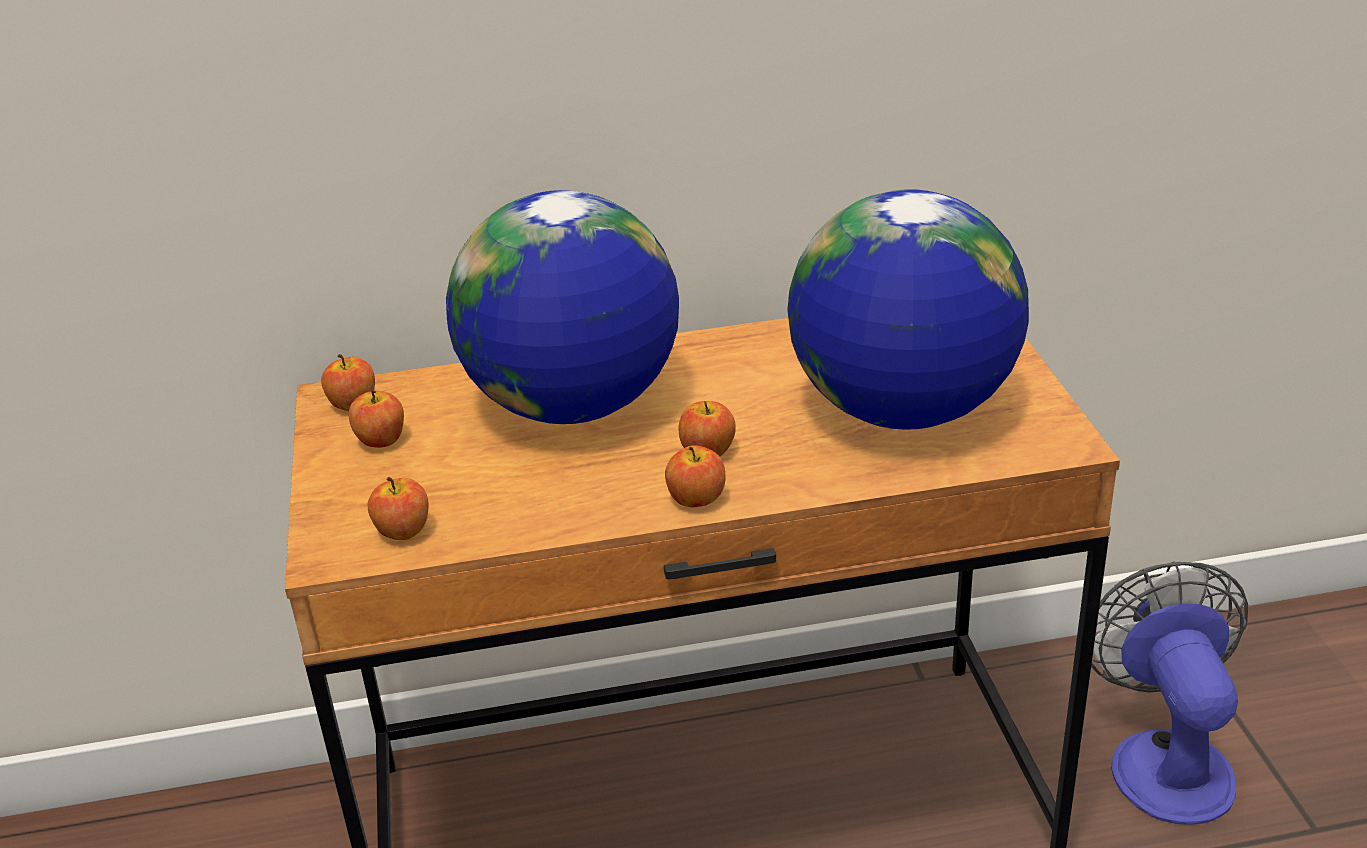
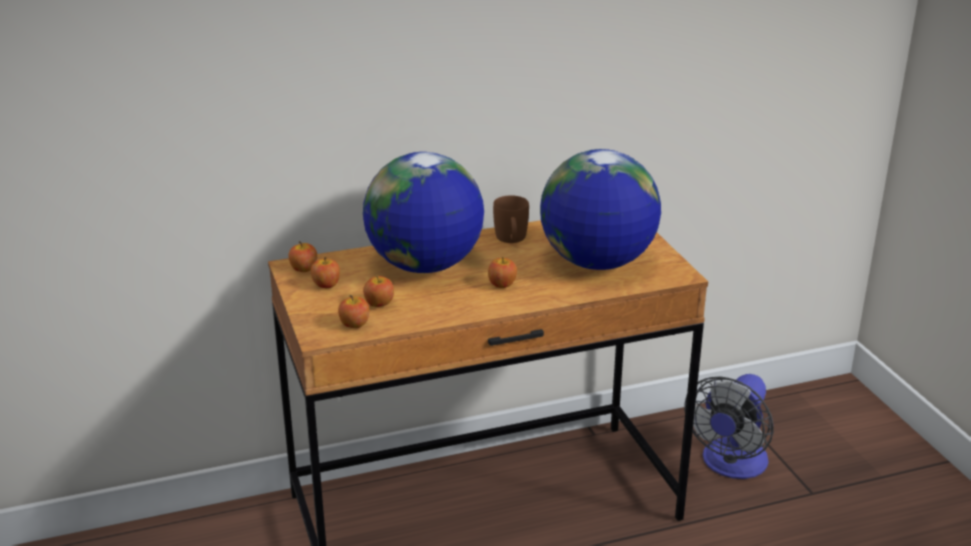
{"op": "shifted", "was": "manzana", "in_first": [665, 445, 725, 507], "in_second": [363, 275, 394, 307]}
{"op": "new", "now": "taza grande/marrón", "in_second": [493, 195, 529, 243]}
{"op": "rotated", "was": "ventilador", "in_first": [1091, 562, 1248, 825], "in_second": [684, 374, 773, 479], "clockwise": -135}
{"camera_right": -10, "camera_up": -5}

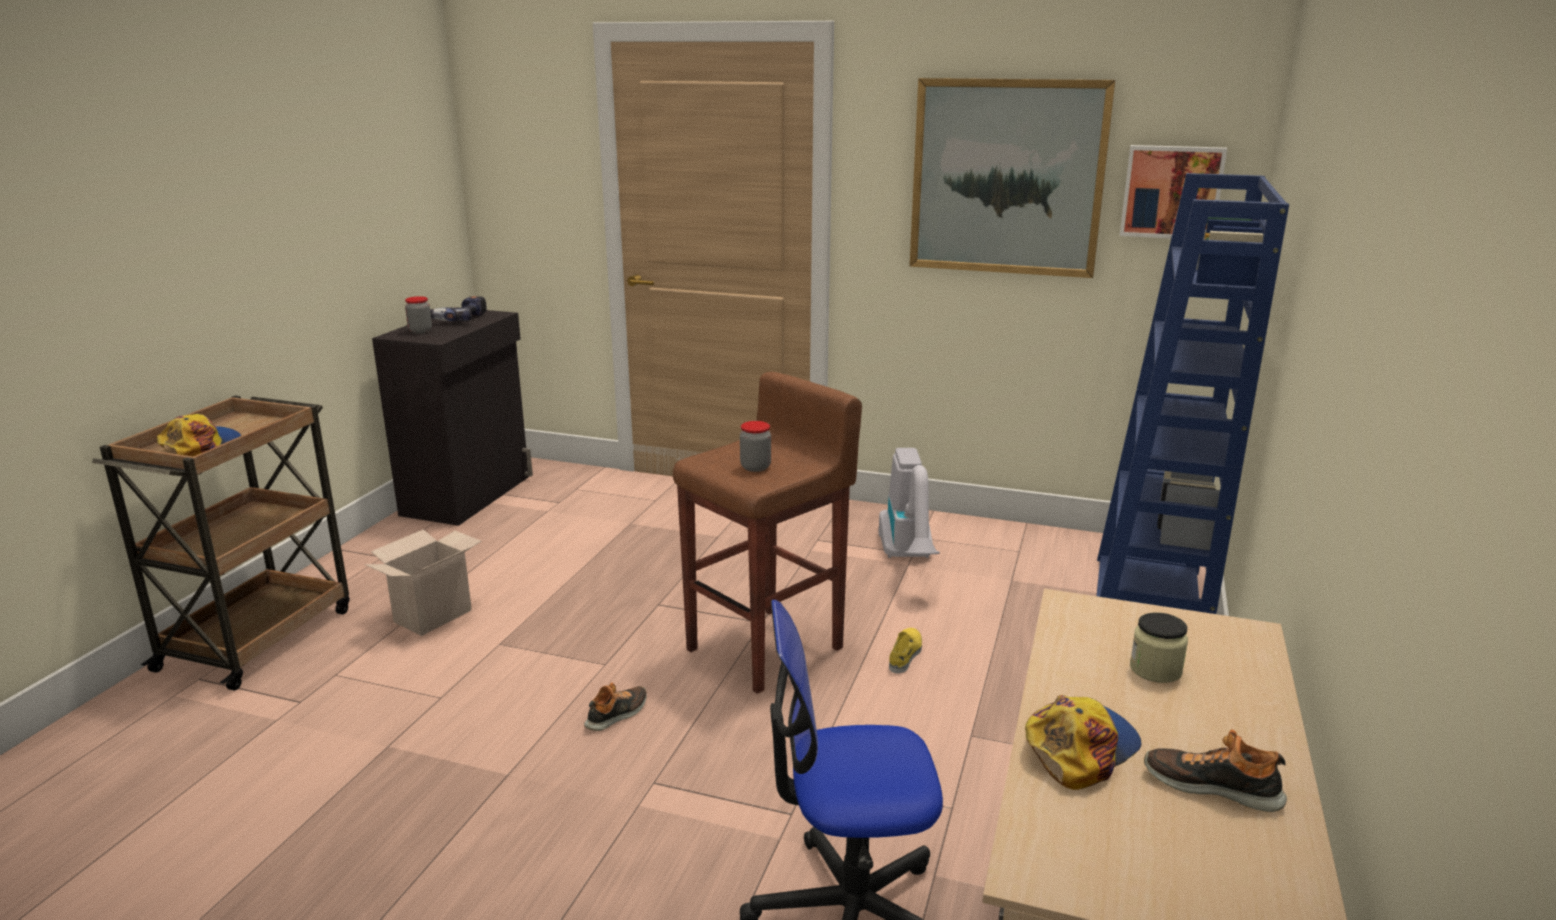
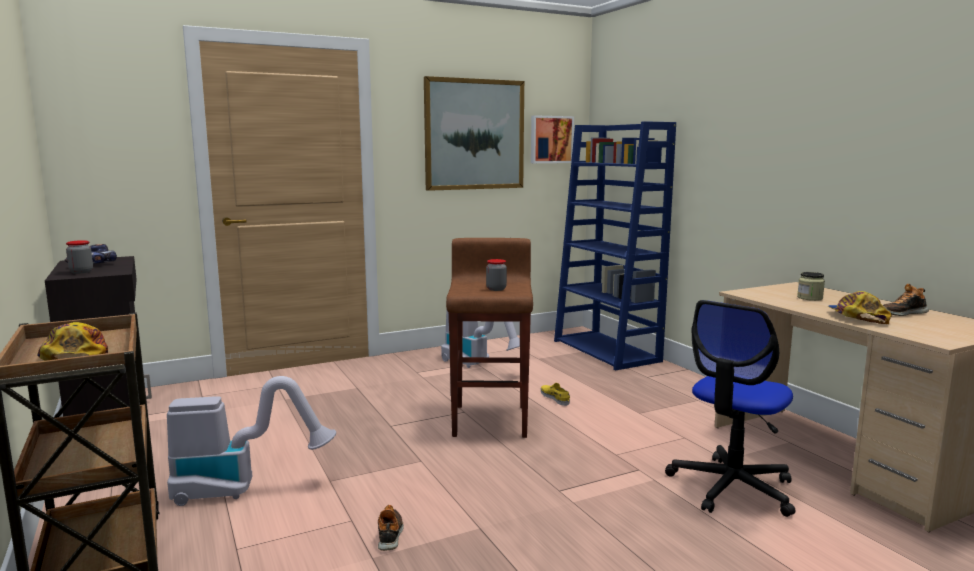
{"op": "swapped", "was": "caja de cartón", "now": "aspiradora", "in_first": [365, 530, 481, 636], "in_second": [167, 376, 336, 506]}
{"op": "shifted", "was": "zapato", "in_first": [584, 682, 647, 731], "in_second": [378, 505, 404, 551]}
{"camera_right": -45, "camera_up": -10}

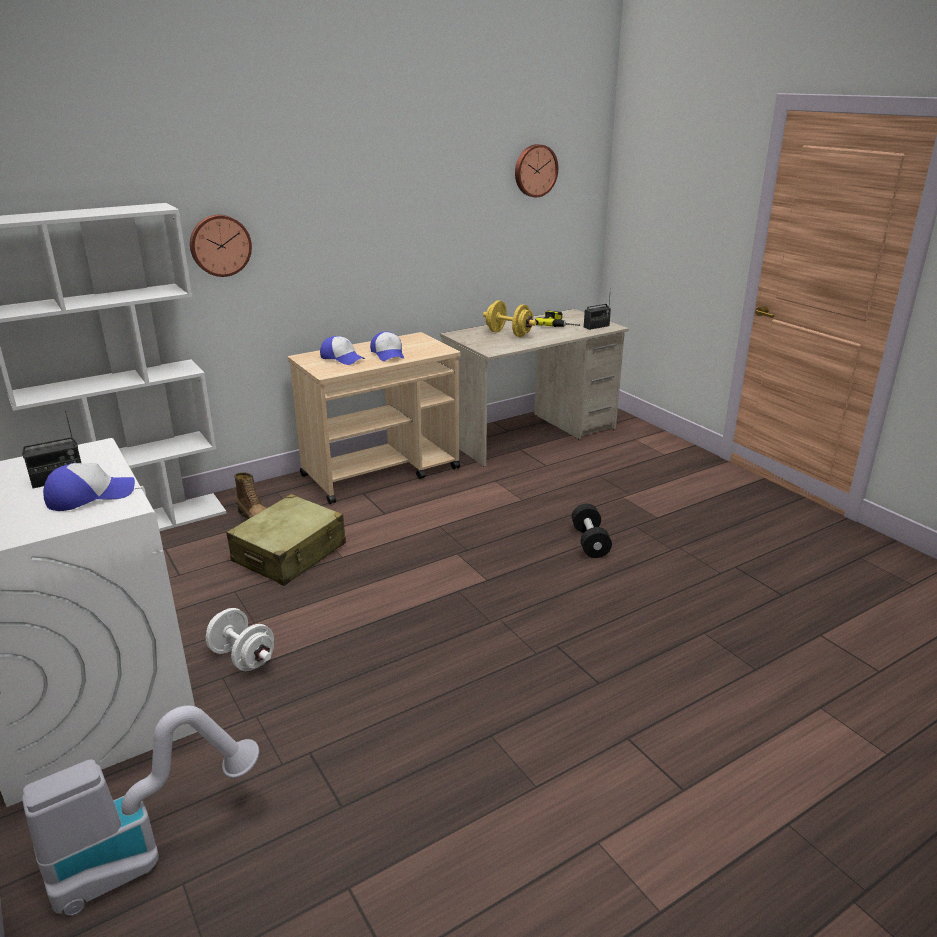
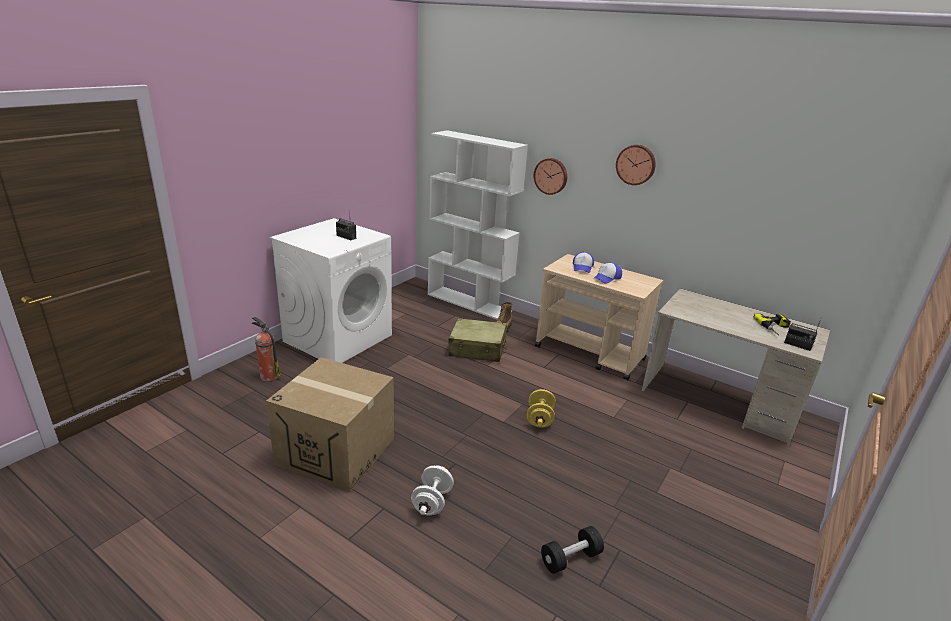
{"op": "swapped", "was": "aspiradora", "now": "extintor", "in_first": [22, 706, 259, 916], "in_second": [252, 317, 281, 382]}
{"op": "new", "now": "caja de cartón", "in_second": [266, 357, 394, 492]}
{"op": "shifted", "was": "mancuerna/blanco", "in_first": [206, 608, 274, 671], "in_second": [411, 466, 454, 515]}
{"op": "shifted", "was": "mancuerna/amarillo", "in_first": [483, 300, 537, 337], "in_second": [527, 389, 556, 428]}
{"op": "shifted", "was": "mancuerna/negro", "in_first": [572, 504, 612, 558], "in_second": [541, 526, 604, 574]}
{"op": "shifted", "was": "reloj de pared", "in_first": [515, 144, 558, 197], "in_second": [616, 145, 656, 185]}
{"op": "gone", "was": "gorra", "in_first": [43, 463, 135, 511]}
{"camera_right": 65, "camera_up": 0}

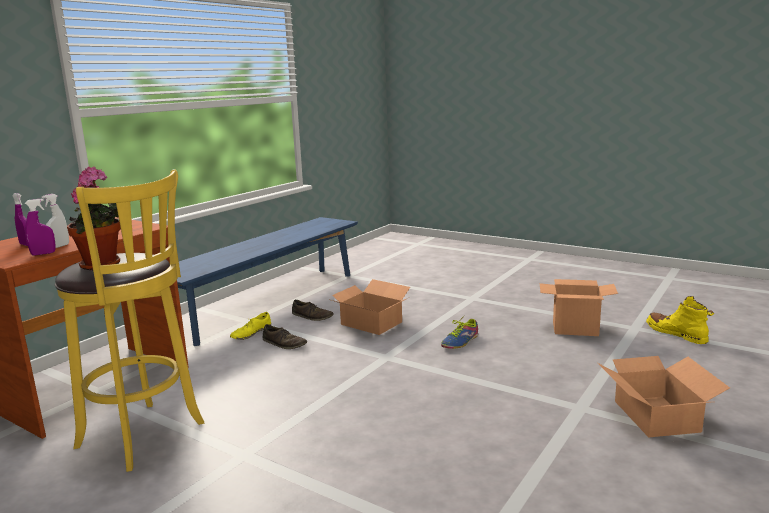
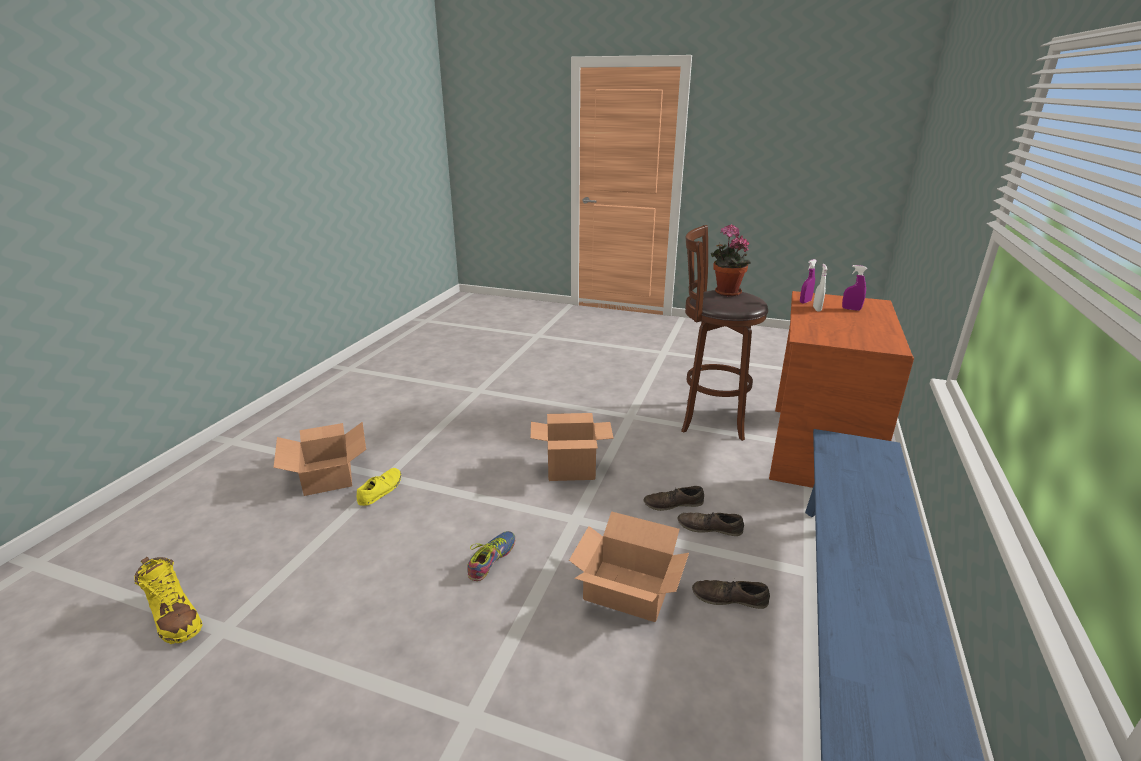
{"op": "shifted", "was": "zapato/amarillo", "in_first": [230, 312, 271, 340], "in_second": [357, 468, 401, 506]}
{"op": "shifted", "was": "caja de cartón", "in_first": [540, 279, 618, 336], "in_second": [531, 413, 614, 481]}
{"op": "new", "now": "zapato/marrón", "in_second": [643, 486, 704, 511]}
{"op": "repainted", "was": "taburete/amarillo", "now": "taburete/marrón", "in_first": [55, 169, 204, 472], "in_second": [681, 225, 768, 441]}
{"camera_right": 165, "camera_up": 10}

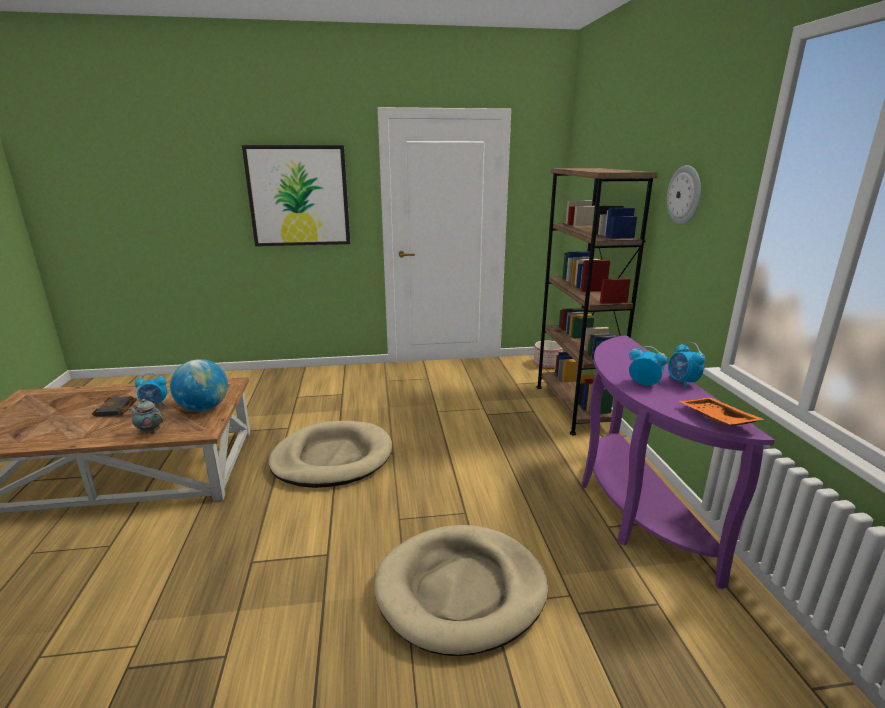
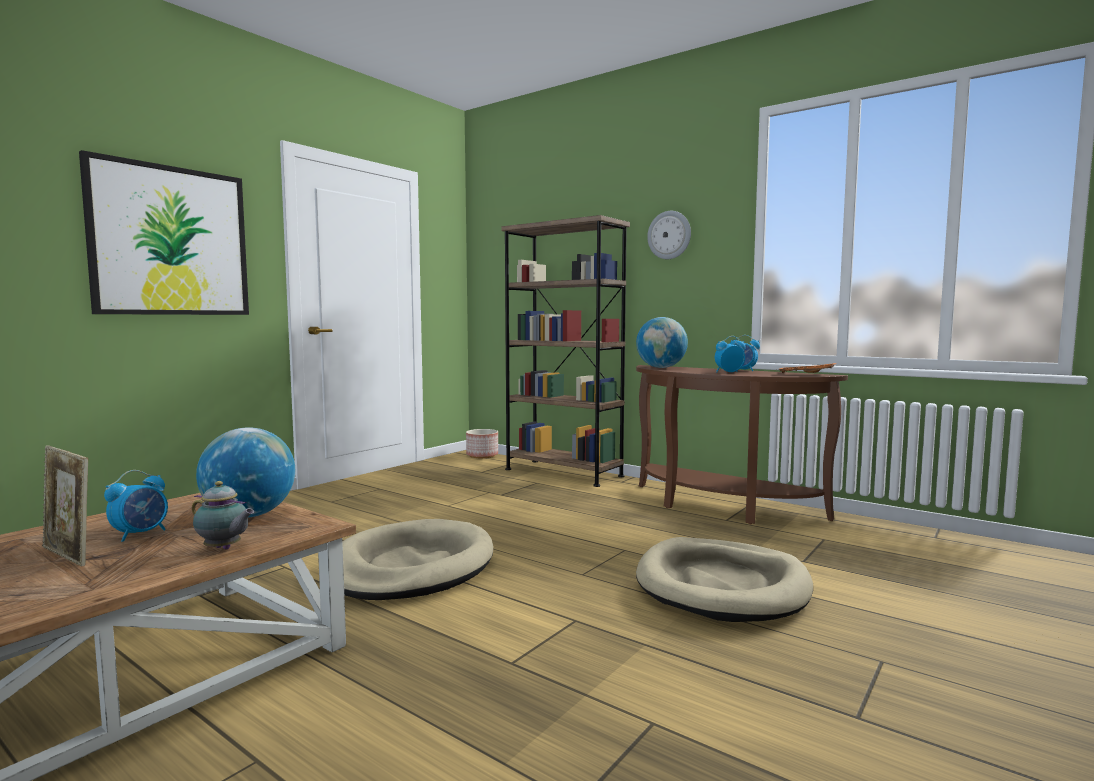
{"op": "swapped", "was": "libro/negro", "now": "portarretratos", "in_first": [92, 396, 137, 417], "in_second": [42, 445, 88, 567]}
{"op": "rotated", "was": "tetera", "in_first": [129, 399, 163, 434], "in_second": [192, 481, 254, 549], "clockwise": -135}
{"op": "new", "now": "globo terráqueo", "in_second": [636, 317, 688, 368]}
{"op": "repainted", "was": "mesa consola/morado", "now": "mesa consola/marrón", "in_first": [582, 335, 775, 589], "in_second": [636, 365, 848, 524]}
{"camera_right": -45, "camera_up": -15}

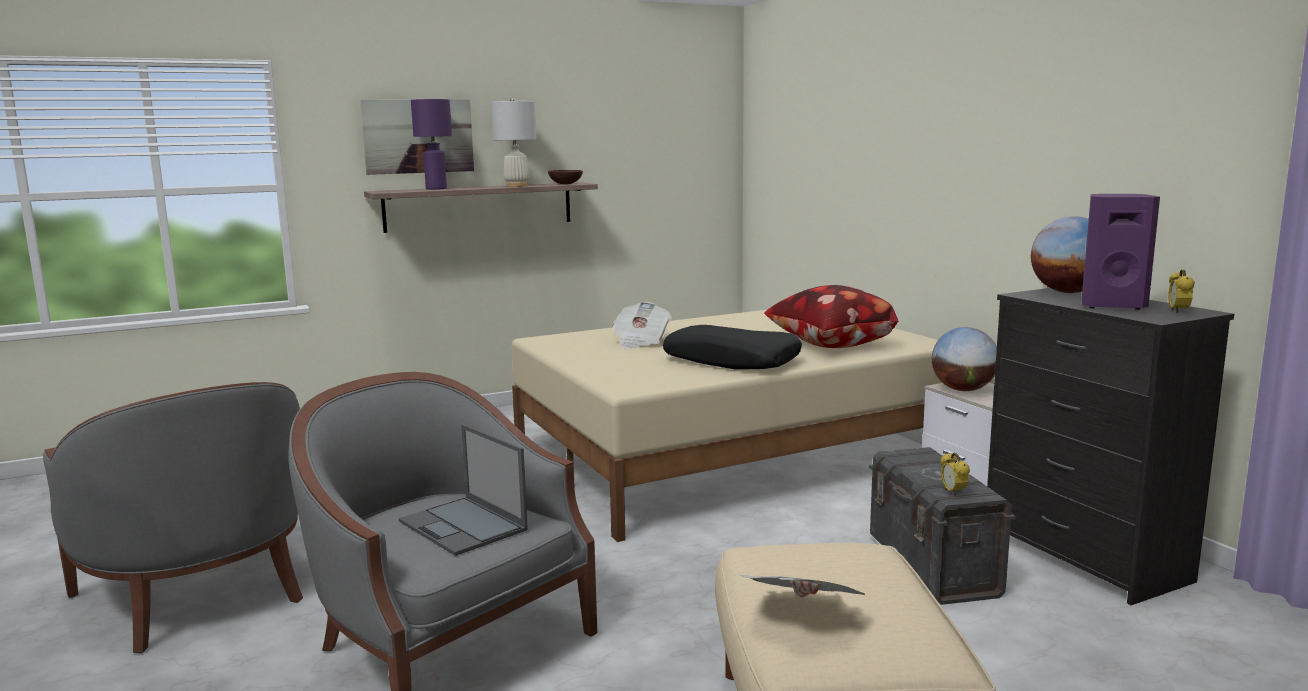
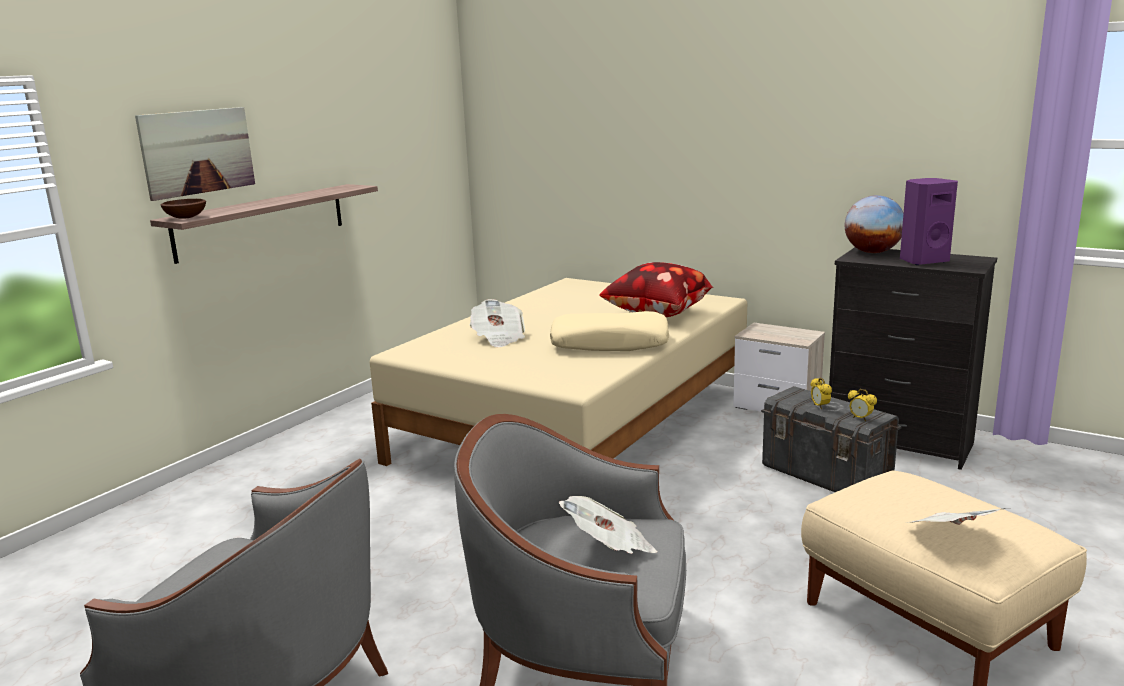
{"op": "shifted", "was": "cuenco/marrón", "in_first": [548, 170, 583, 184], "in_second": [161, 199, 206, 219]}
{"op": "repainted", "was": "cojín/negro", "now": "cojín/beis", "in_first": [663, 325, 802, 370], "in_second": [550, 311, 669, 351]}
{"op": "swapped", "was": "portátil", "now": "periódico", "in_first": [399, 424, 528, 556], "in_second": [559, 496, 657, 554]}
{"op": "shifted", "was": "despertador", "in_first": [1169, 269, 1195, 313], "in_second": [810, 378, 832, 409]}
{"op": "gone", "was": "lámpara de mesa/morado", "in_first": [411, 99, 452, 190]}
{"op": "gone", "was": "lámpara de mesa/blanco", "in_first": [491, 98, 536, 187]}
{"op": "gone", "was": "globo terráqueo", "in_first": [932, 327, 997, 391]}
{"camera_right": -30, "camera_up": 5}

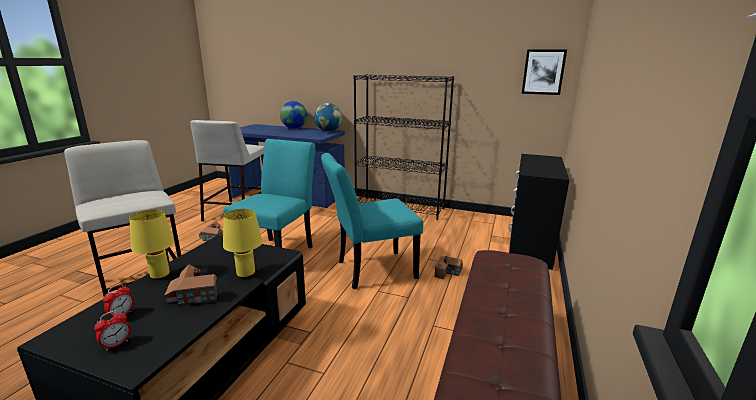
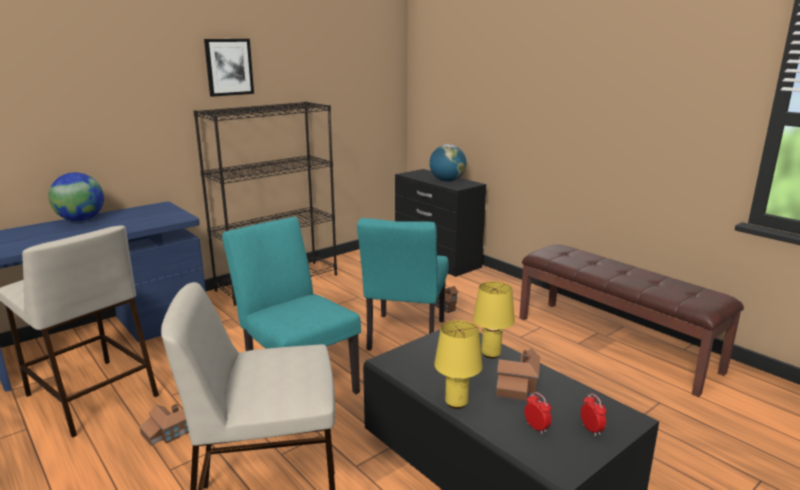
{"op": "shifted", "was": "cuadro", "in_first": [522, 49, 567, 95], "in_second": [204, 39, 254, 97]}
{"op": "shifted", "was": "globo terráqueo", "in_first": [314, 103, 342, 131], "in_second": [429, 144, 466, 182]}
{"camera_right": -60, "camera_up": 0}

